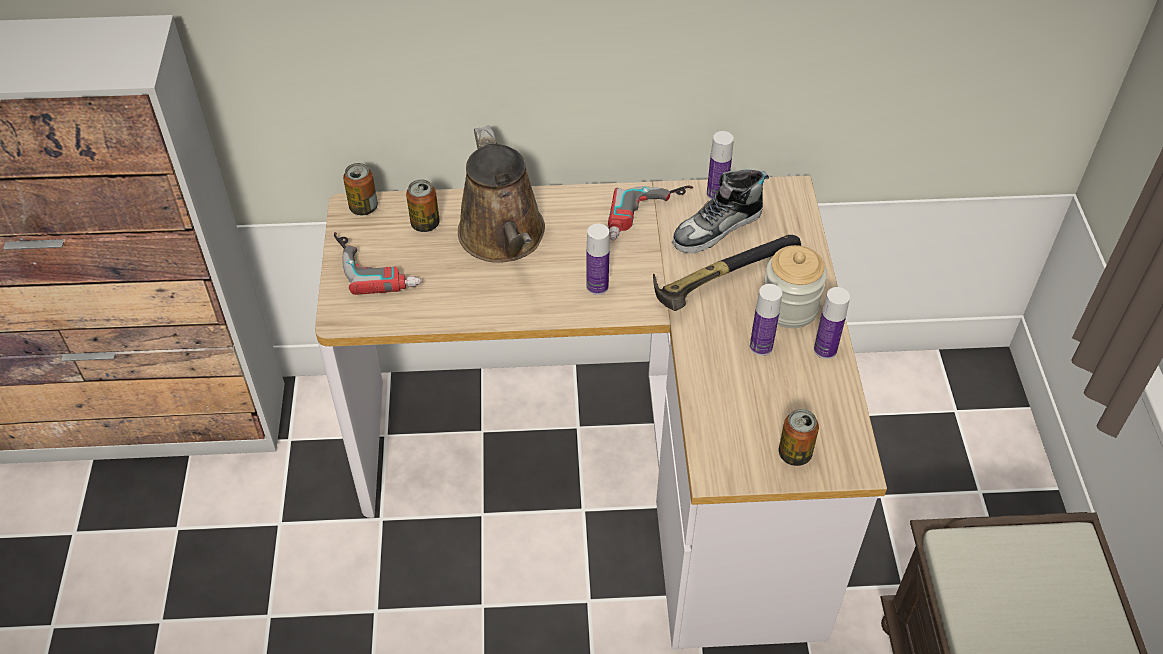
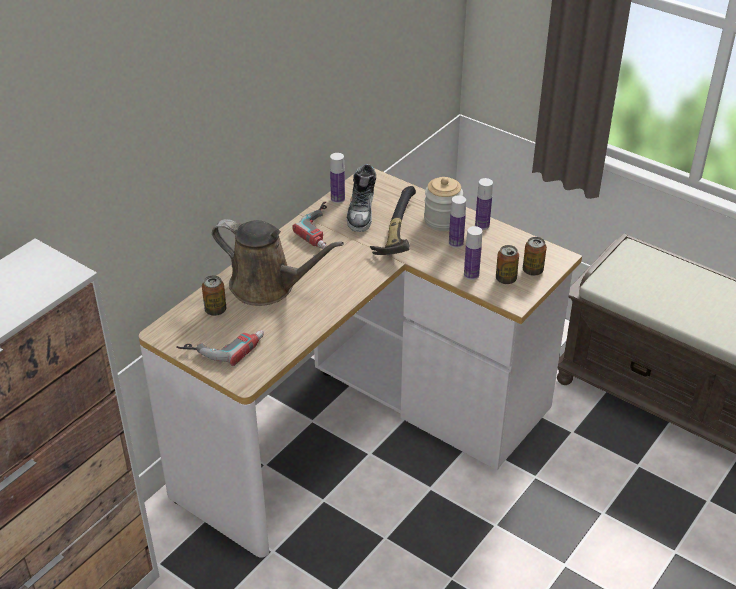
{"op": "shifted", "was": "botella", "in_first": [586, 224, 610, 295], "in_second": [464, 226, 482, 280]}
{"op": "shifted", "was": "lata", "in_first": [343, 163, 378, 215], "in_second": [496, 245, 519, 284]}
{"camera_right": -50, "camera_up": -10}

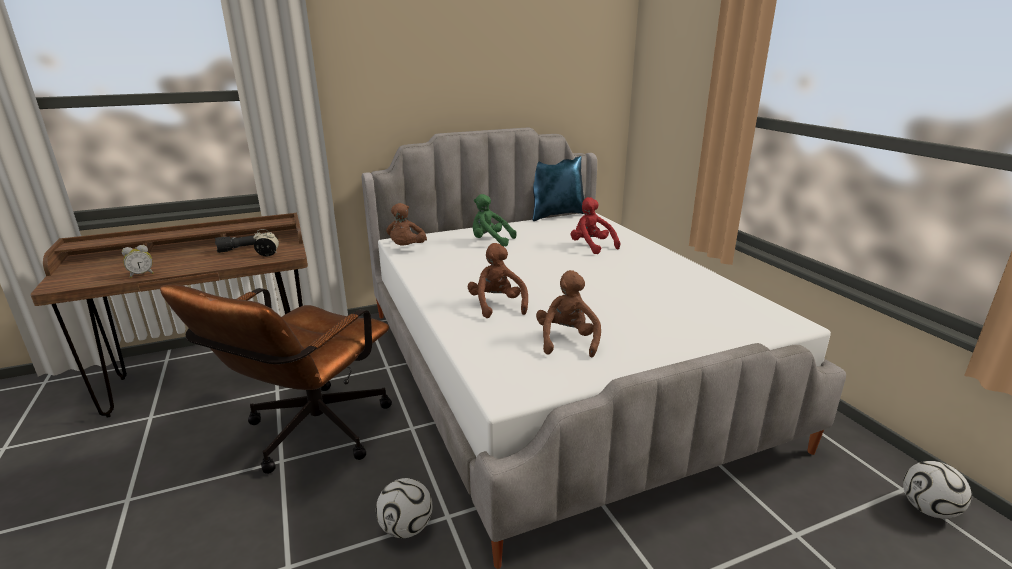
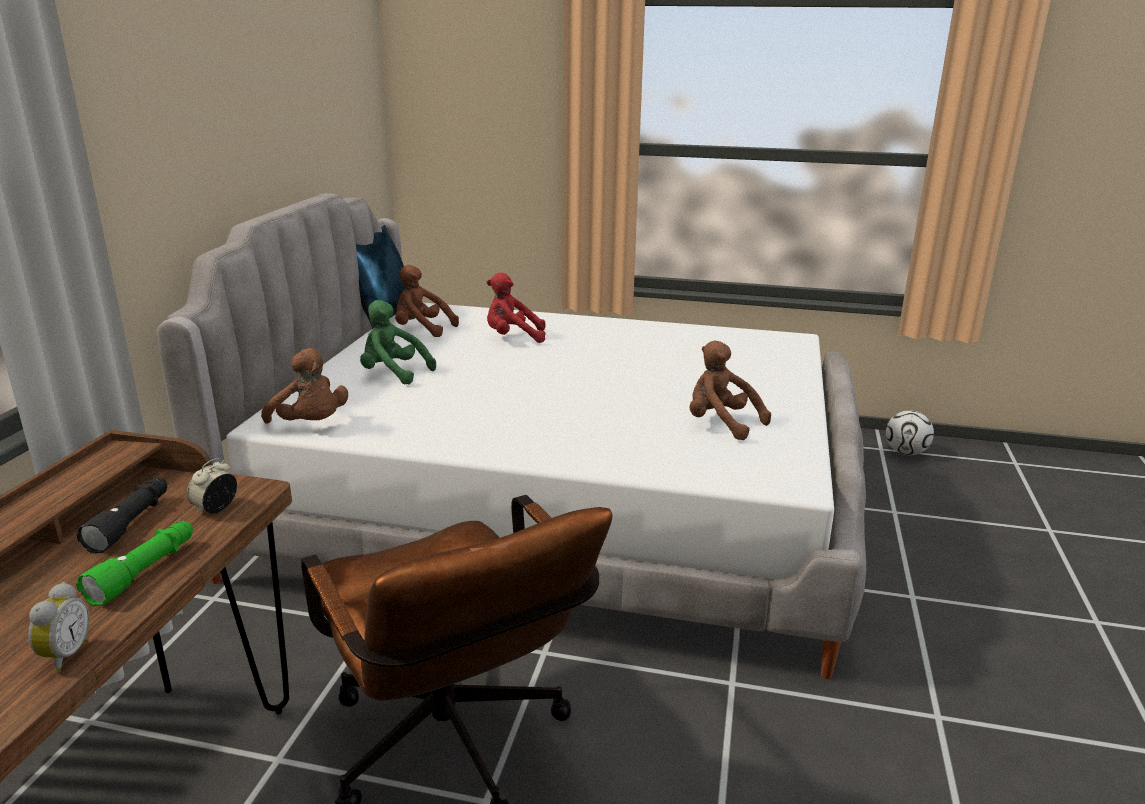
{"op": "new", "now": "linterna/verde", "in_second": [76, 521, 193, 606]}
{"op": "rotated", "was": "peluche/verde", "in_first": [473, 194, 516, 247], "in_second": [360, 300, 436, 384], "clockwise": 60}
{"op": "shifted", "was": "peluche/marrón", "in_first": [468, 243, 528, 318], "in_second": [395, 265, 459, 337]}
{"op": "gone", "was": "balón de fútbol", "in_first": [376, 478, 432, 538]}
{"camera_right": -55, "camera_up": 0}

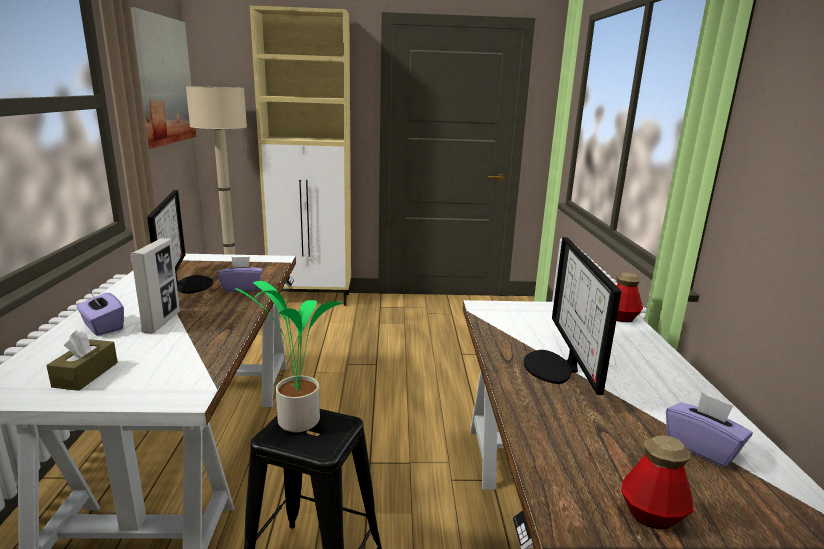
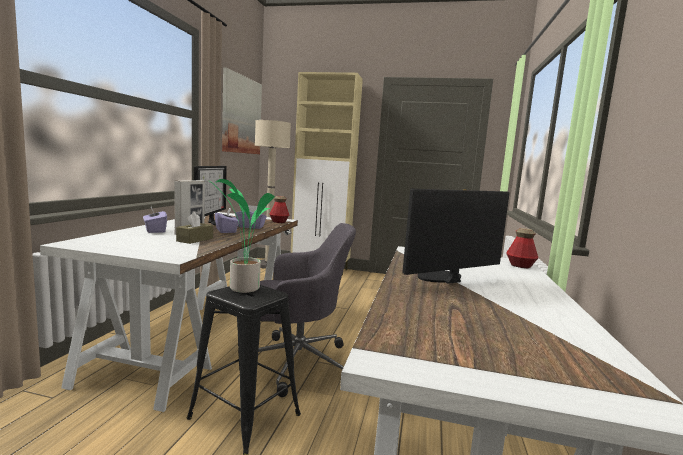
{"op": "shifted", "was": "caja de pañuelos/marrón", "in_first": [46, 330, 118, 391], "in_second": [176, 212, 213, 244]}
{"op": "shifted", "was": "caja de pañuelos/morado", "in_first": [666, 393, 753, 468], "in_second": [215, 208, 239, 233]}
{"op": "new", "now": "silla de oficina/gris", "in_second": [258, 223, 356, 397]}
{"op": "shifted", "was": "botella", "in_first": [621, 435, 694, 529], "in_second": [269, 196, 289, 223]}
{"op": "rotated", "was": "monitor", "in_first": [523, 237, 621, 395], "in_second": [402, 189, 510, 284], "clockwise": 45}
{"camera_right": 15, "camera_up": -10}

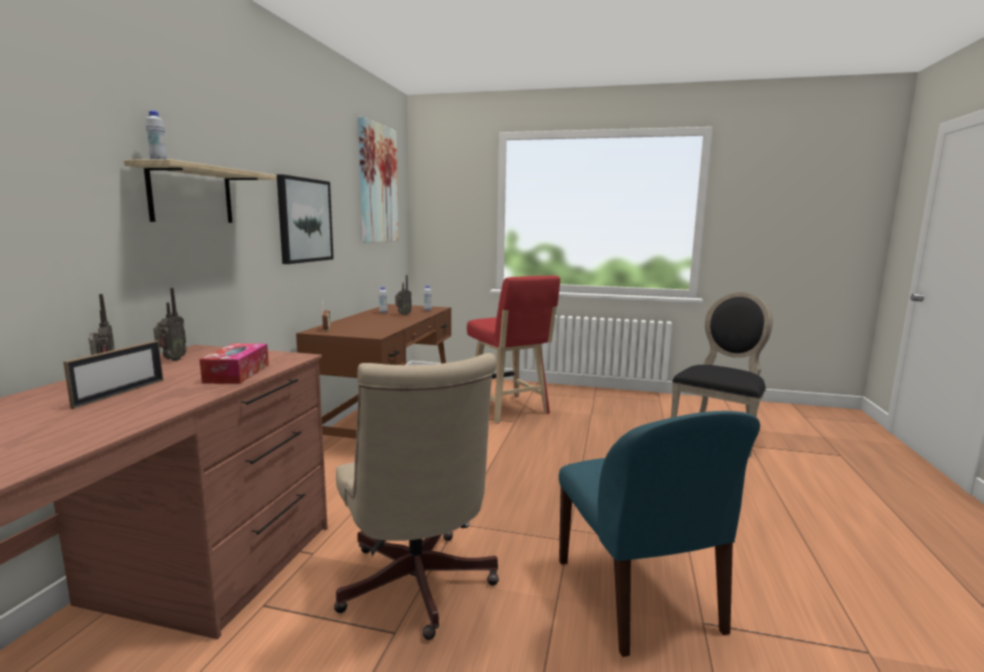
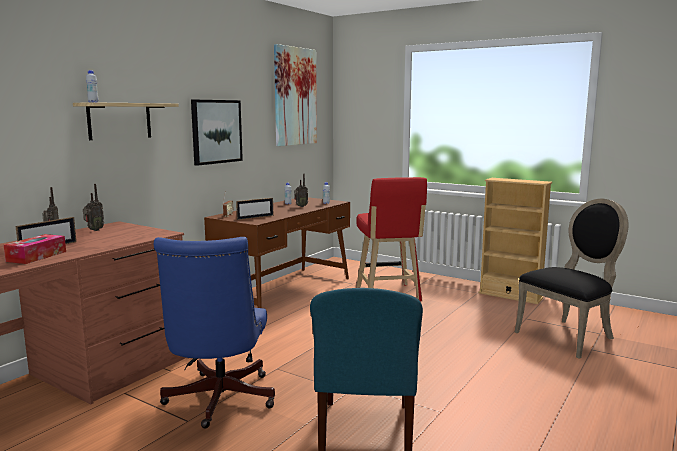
{"op": "shifted", "was": "caja de pañuelos", "in_first": [199, 343, 269, 384], "in_second": [4, 234, 66, 264]}
{"op": "repainted", "was": "silla de oficina/beis", "now": "silla de oficina/azul", "in_first": [334, 353, 499, 640], "in_second": [154, 237, 275, 429]}
{"op": "new", "now": "portarretratos", "in_second": [236, 198, 273, 220]}
{"op": "new", "now": "estantería/beis", "in_second": [479, 178, 552, 304]}
{"camera_right": 20, "camera_up": 0}

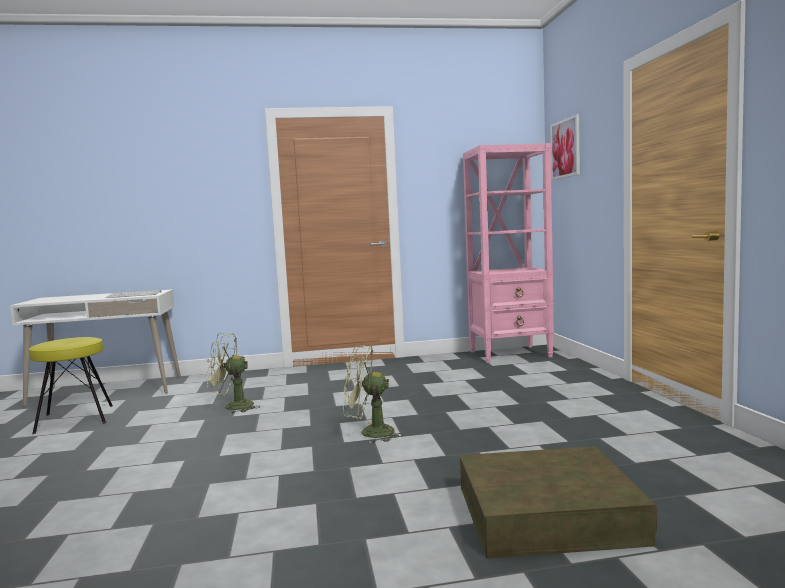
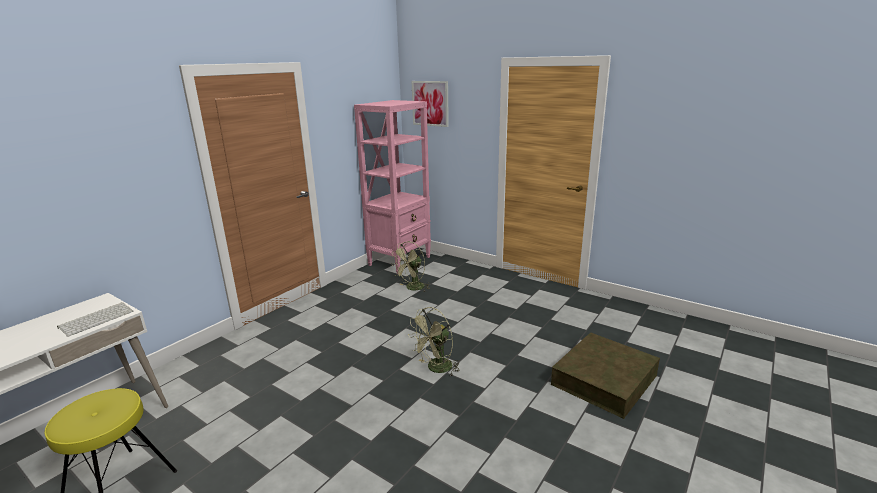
{"op": "shifted", "was": "ventilador/verde", "in_first": [205, 333, 261, 414], "in_second": [391, 241, 430, 292]}
{"camera_right": -45, "camera_up": 15}

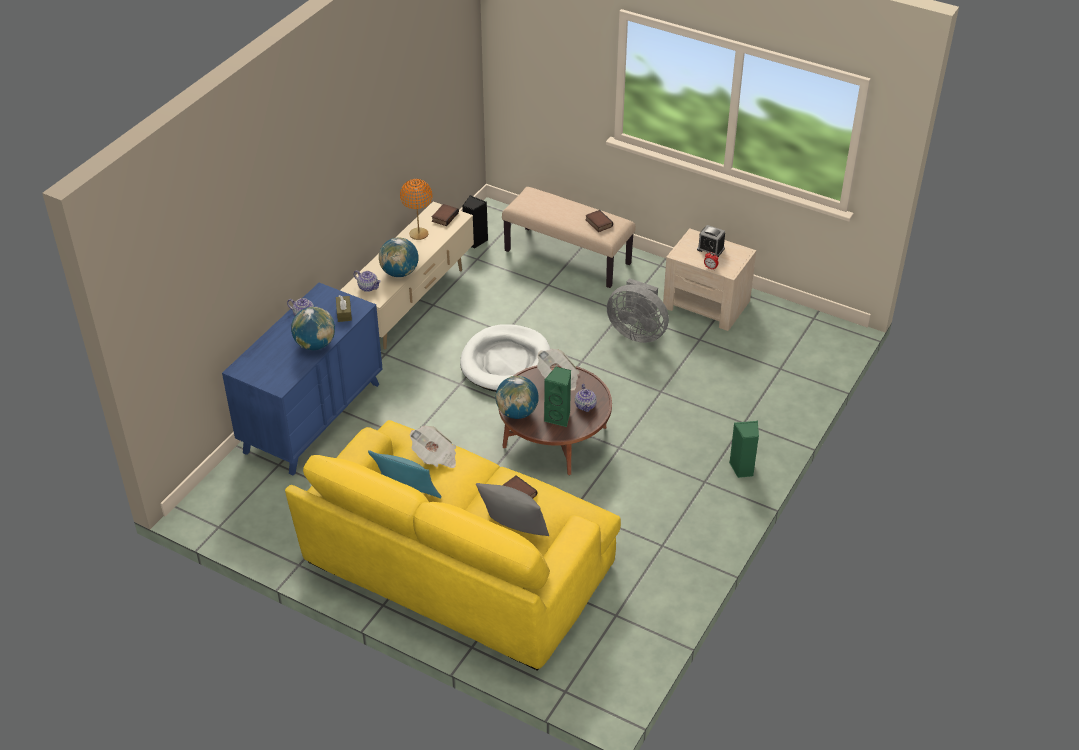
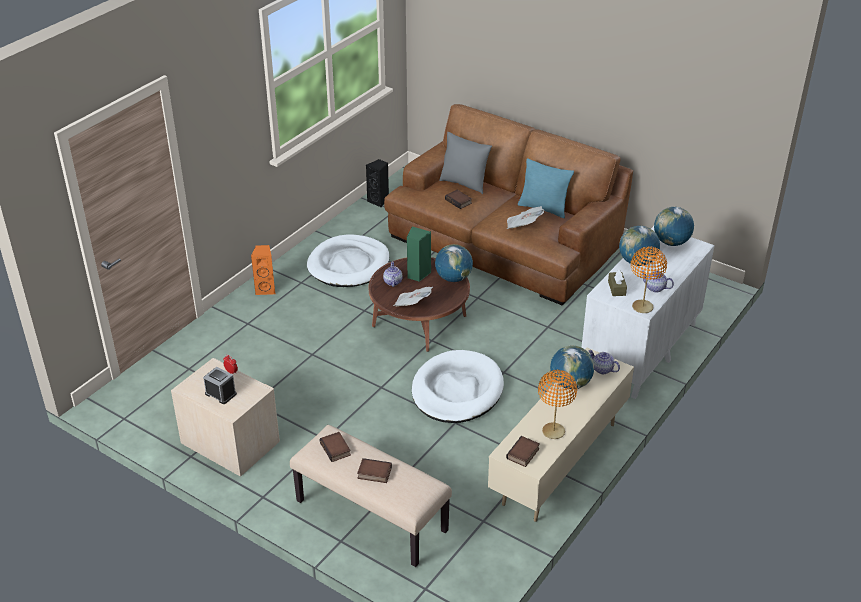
{"op": "repainted", "was": "altavoz/verde", "now": "altavoz/naranja", "in_first": [729, 421, 759, 478], "in_second": [251, 245, 275, 295]}
{"op": "new", "now": "cama para perro/blanco", "in_second": [307, 234, 390, 287]}
{"op": "new", "now": "libro", "in_second": [357, 458, 392, 483]}
{"op": "shifted", "was": "altavoz/negro", "in_first": [462, 195, 488, 249], "in_second": [366, 159, 389, 207]}
{"op": "repainted", "was": "sofá/amarillo", "now": "sofá/marrón", "in_first": [285, 420, 621, 671], "in_second": [384, 104, 633, 306]}
{"op": "repainted", "was": "cómoda/azul", "now": "cómoda/blanco", "in_first": [222, 283, 383, 475], "in_second": [581, 226, 715, 399]}
{"op": "new", "now": "lámpara de mesa/naranja", "in_second": [631, 246, 667, 313]}
{"op": "new", "now": "globo terráqueo", "in_second": [654, 207, 694, 246]}
{"op": "gone", "was": "ventilador/gris", "in_first": [607, 278, 669, 343]}
{"camera_right": -175, "camera_up": -5}

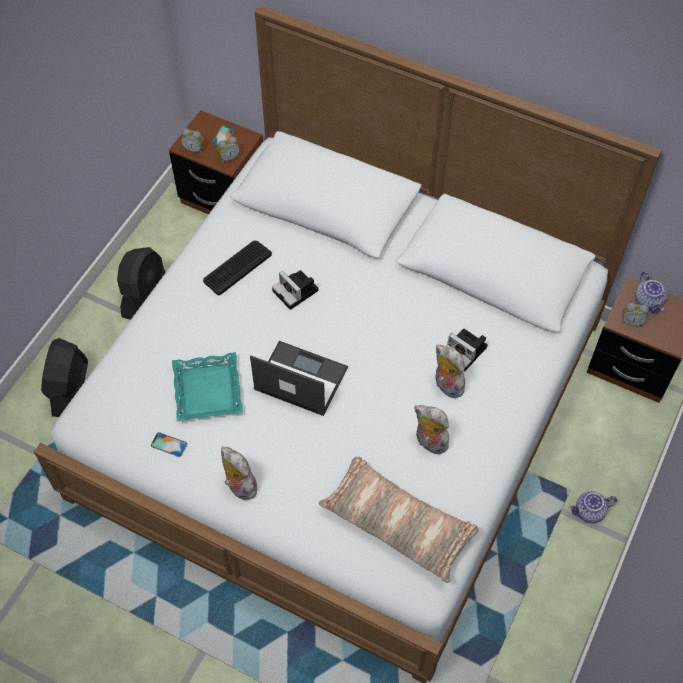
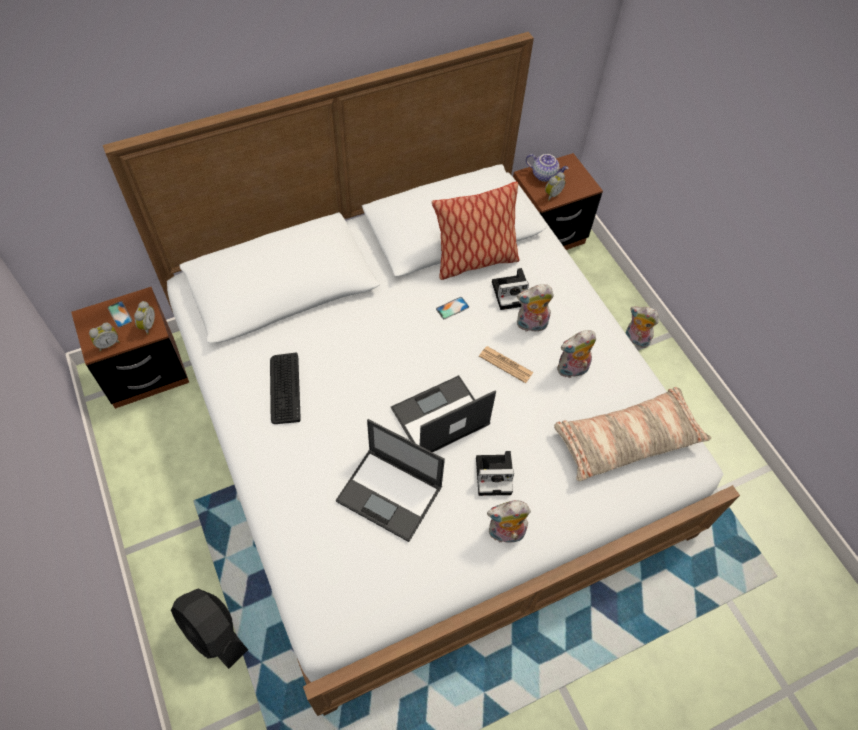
{"op": "swapped", "was": "bandeja/turquesa", "now": "portátil", "in_first": [172, 352, 243, 421], "in_second": [336, 419, 445, 542]}
{"op": "new", "now": "cojín", "in_second": [432, 181, 520, 280]}
{"op": "shifted", "was": "móvil", "in_first": [151, 432, 187, 457], "in_second": [436, 297, 469, 319]}
{"op": "shifted", "was": "cámara", "in_first": [272, 270, 319, 310], "in_second": [476, 451, 514, 496]}
{"op": "new", "now": "periódico", "in_second": [479, 346, 534, 383]}
{"op": "swapped", "was": "tetera", "now": "peluche", "in_first": [569, 491, 617, 523], "in_second": [626, 306, 659, 348]}
{"op": "gone", "was": "ventilador/negro", "in_first": [117, 247, 166, 320]}
{"camera_right": -55, "camera_up": 0}

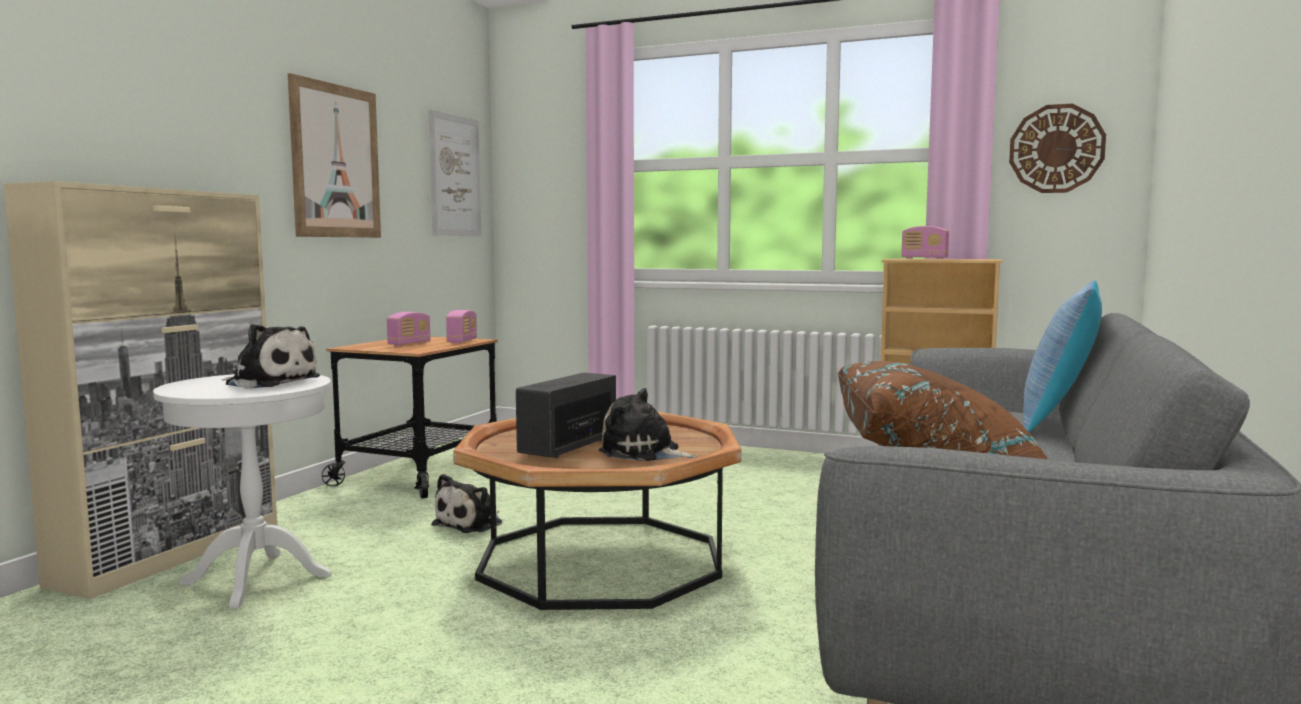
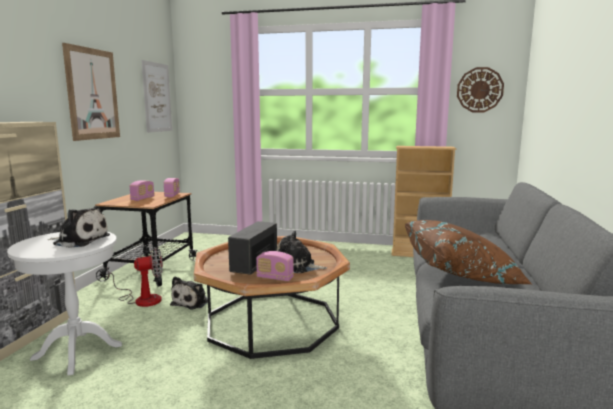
{"op": "new", "now": "ventilador", "in_second": [107, 247, 163, 307]}
{"op": "shifted", "was": "radio", "in_first": [901, 226, 949, 259], "in_second": [256, 251, 294, 281]}
{"op": "gone", "was": "cojín", "in_first": [1023, 280, 1102, 432]}
{"camera_right": -10, "camera_up": 5}

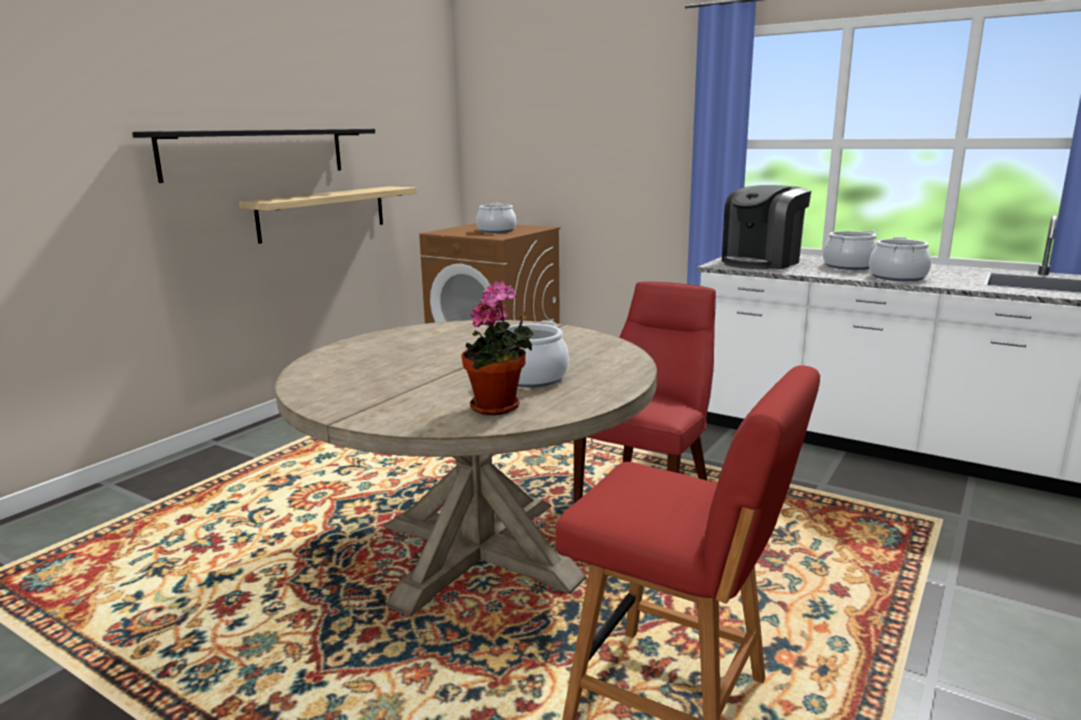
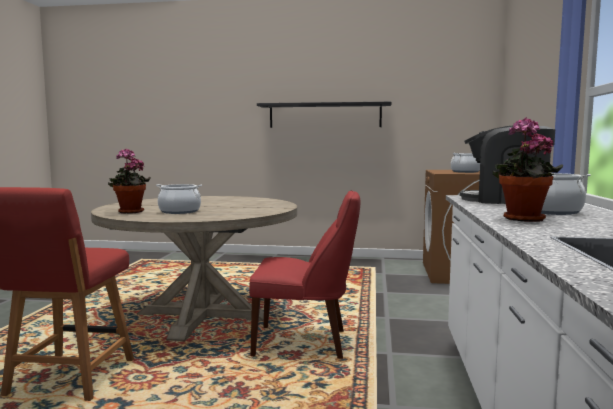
{"op": "swapped", "was": "olla", "now": "planta en maceta", "in_first": [869, 237, 931, 281], "in_second": [493, 117, 563, 222]}
{"op": "gone", "was": "estante", "in_first": [239, 186, 417, 244]}
{"camera_right": 65, "camera_up": -10}

